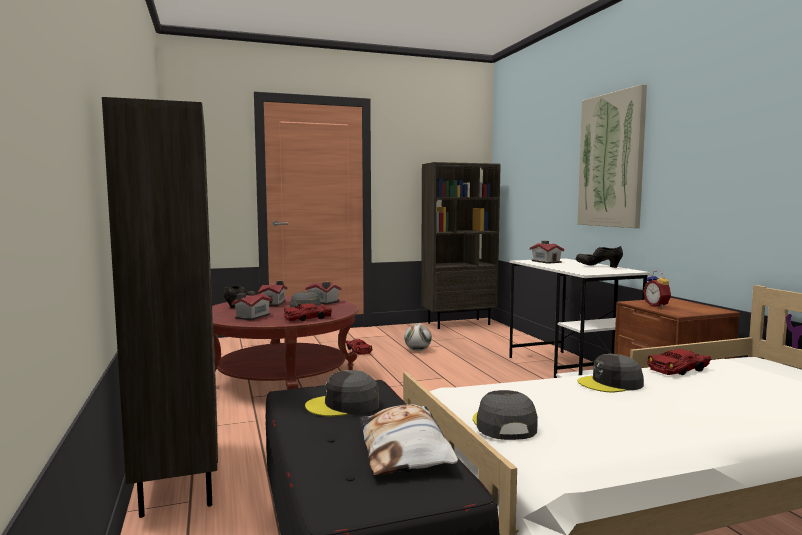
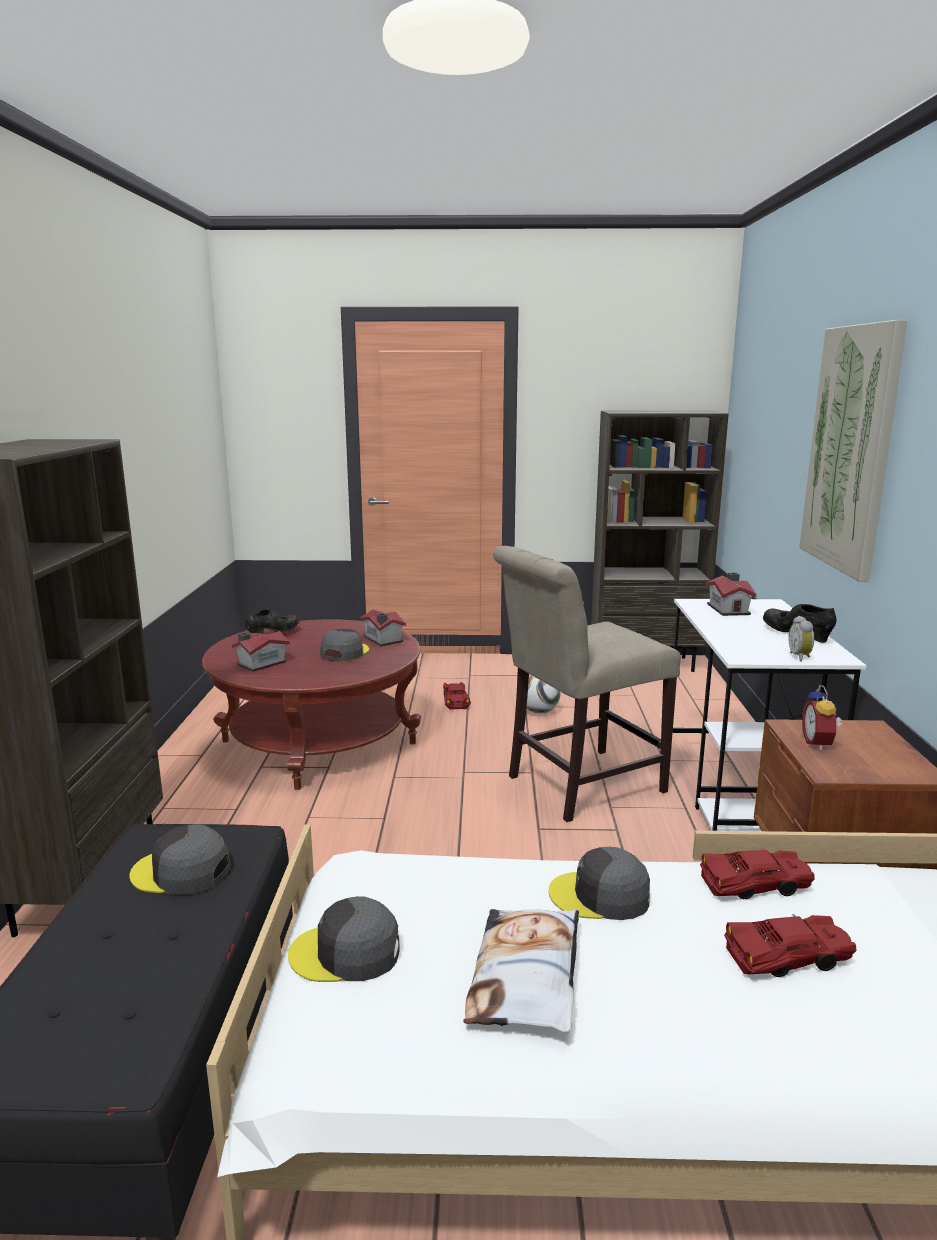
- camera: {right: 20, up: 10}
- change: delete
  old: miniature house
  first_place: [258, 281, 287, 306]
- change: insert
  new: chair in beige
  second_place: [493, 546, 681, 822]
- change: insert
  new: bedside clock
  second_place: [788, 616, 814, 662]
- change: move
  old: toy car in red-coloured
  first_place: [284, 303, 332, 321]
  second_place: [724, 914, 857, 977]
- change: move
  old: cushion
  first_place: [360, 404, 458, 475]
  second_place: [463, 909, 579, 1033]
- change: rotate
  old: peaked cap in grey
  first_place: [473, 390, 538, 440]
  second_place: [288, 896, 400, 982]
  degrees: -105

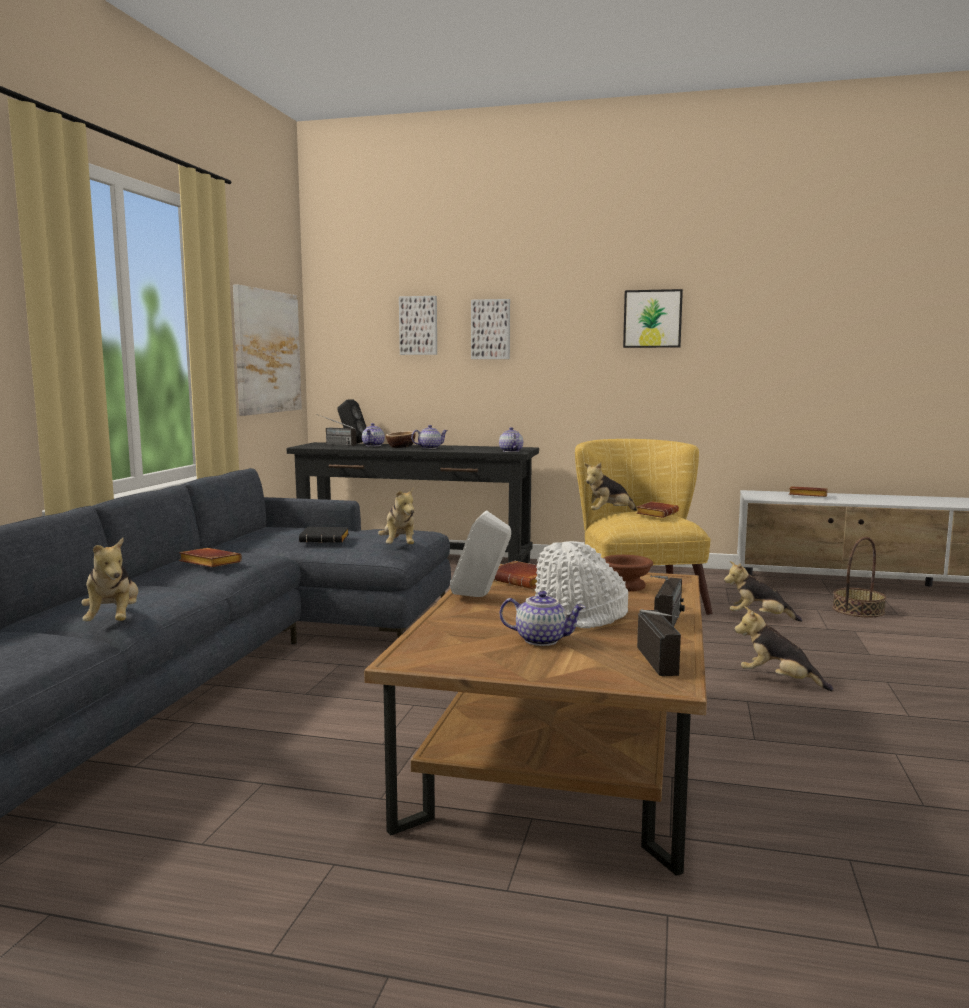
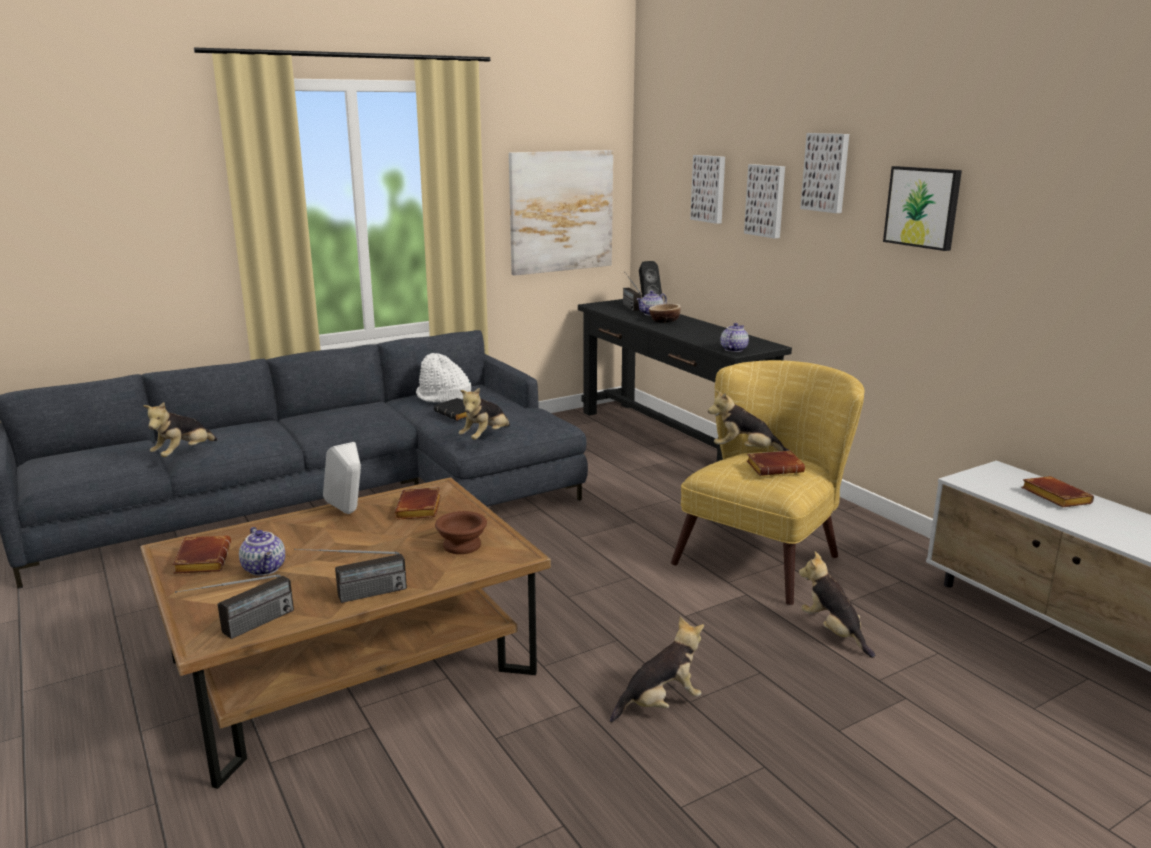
- camera: {right: 45, up: 10}
- change: delete
  old: tea pot
  first_place: [411, 425, 448, 449]
- change: delete
  old: basket
  first_place: [832, 537, 886, 618]
- change: insert
  new: picture
  second_place: [800, 133, 849, 213]
- change: move
  old: bound book in brownish
  first_place: [179, 548, 242, 567]
  second_place: [173, 536, 231, 574]
- change: move
  old: wearable hat in white
  first_place: [535, 541, 628, 628]
  second_place: [416, 353, 471, 403]
- change: rotate
  old: plush toy
  first_place: [734, 607, 834, 691]
  second_place: [610, 617, 704, 723]
  degrees: 75

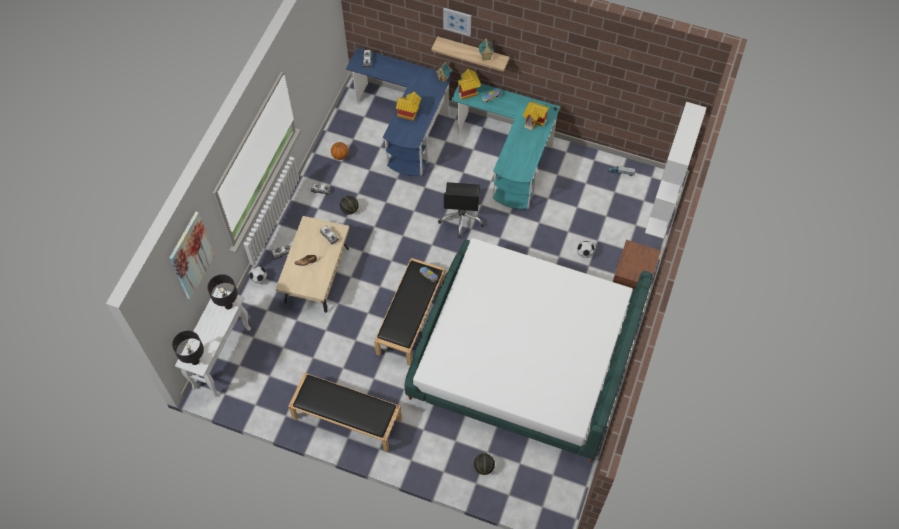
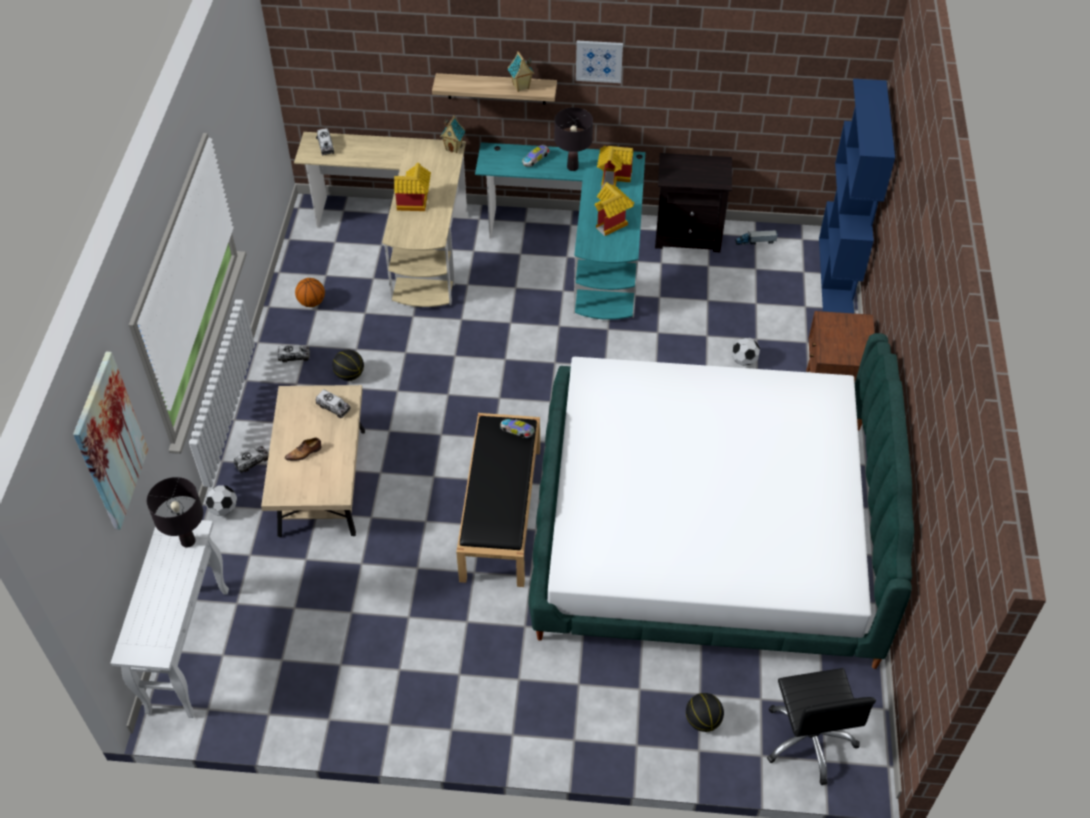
- camera: {right: -15, up: -10}
- change: delete
  old: indoor bench in blackish
  first_place: [288, 373, 402, 453]
- change: insert
  new: bedside table in blackish
  second_place: [655, 153, 732, 252]
- change: move
  old: table lamp in blackish
  first_place: [172, 331, 204, 365]
  second_place: [554, 107, 593, 171]
- change: move
  old: computer chair in blackish
  first_place: [438, 182, 485, 238]
  second_place: [767, 668, 876, 785]
- change: move
  old: picture
  first_place: [443, 8, 471, 36]
  second_place: [576, 41, 623, 83]
- change: move
  old: miniature house
  first_place: [458, 69, 481, 100]
  second_place: [595, 182, 634, 236]
- change: recolor
  old: desk unit in bluish
  new: desk unit in beige
  first_place: [346, 47, 453, 176]
  second_place: [294, 132, 467, 307]
- change: recolor
  old: shelving unit in white
  new: shelving unit in bluish
  first_place: [645, 102, 707, 239]
  second_place: [819, 79, 895, 313]

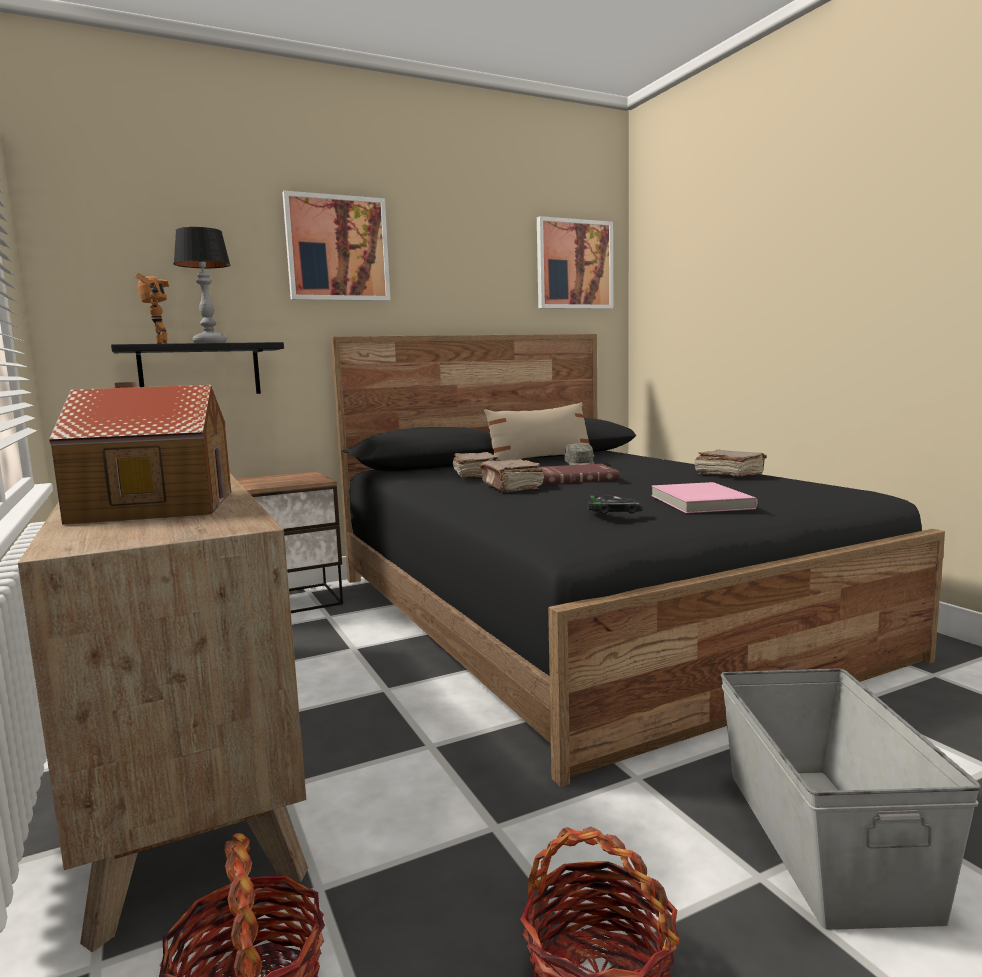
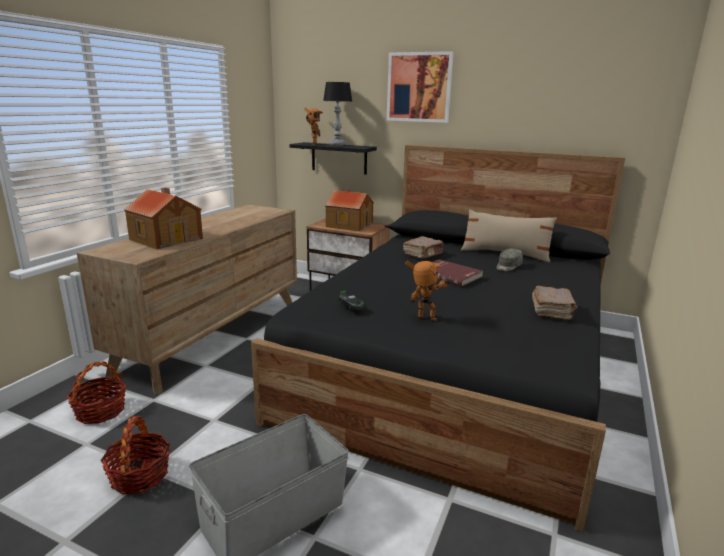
- camera: {right: 50, up: 10}
- change: delete
  old: bound book in brownish
  first_place: [480, 459, 544, 492]
- change: delete
  old: picture
  first_place: [537, 216, 613, 309]
- change: insert
  new: miniature house
  second_place: [325, 189, 374, 231]
- change: replace
  old: bound book in pink-coloured
  new: robot figure
  first_place: [651, 482, 758, 513]
  second_place: [405, 260, 453, 321]

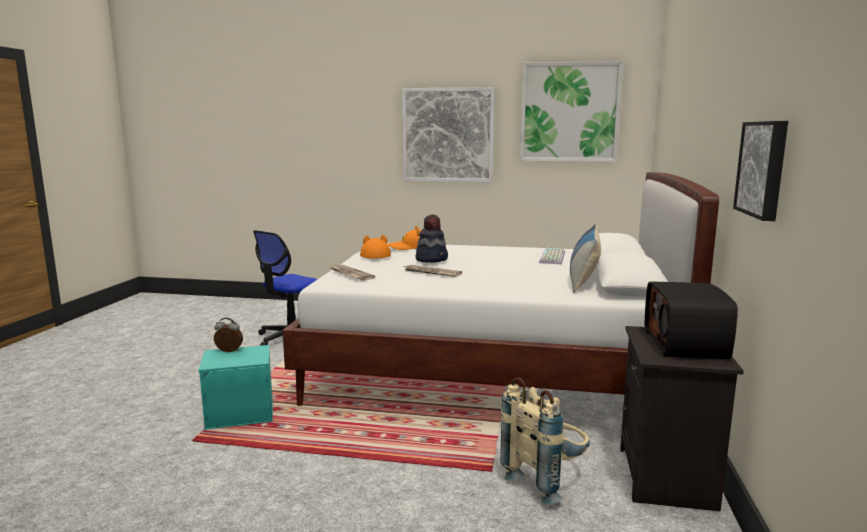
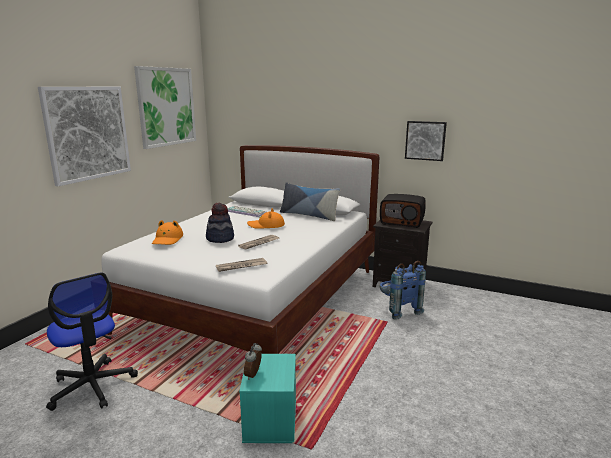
- camera: {right: -75, up: 5}
- change: move
  old: wearable hat in orange-coloured
  first_place: [360, 235, 391, 259]
  second_place: [247, 208, 285, 229]
- change: recolor
  old: knapsack in beige
  new: knapsack in bluish
  first_place: [500, 377, 590, 505]
  second_place: [379, 261, 426, 320]

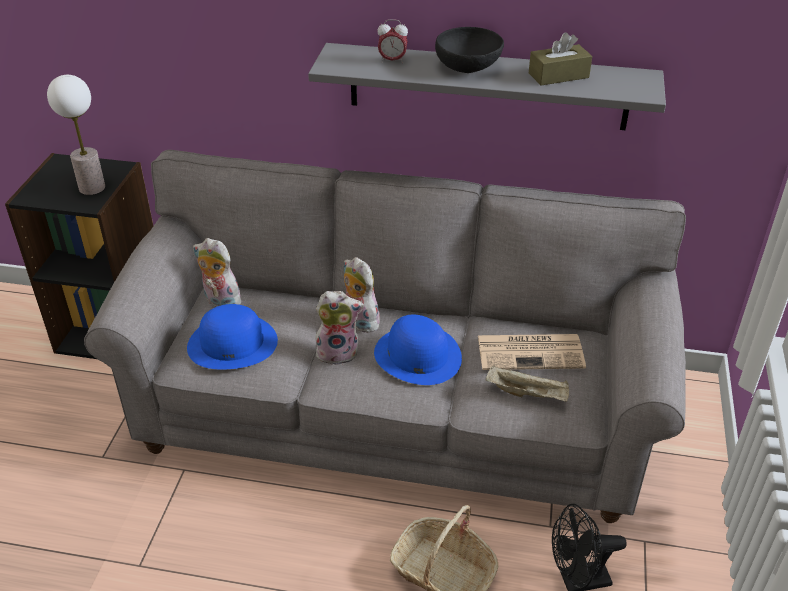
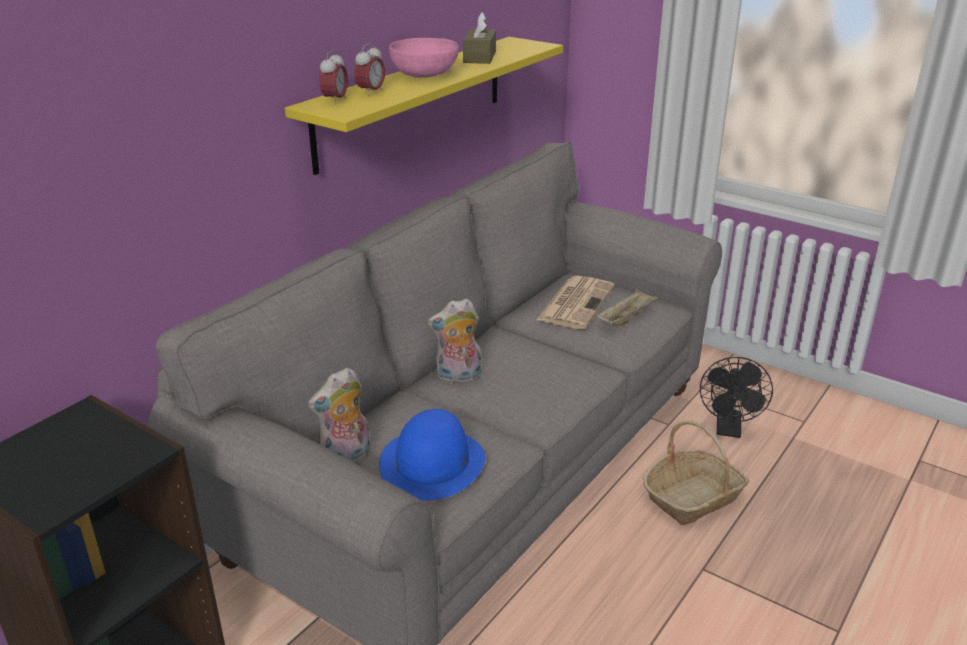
- camera: {right: -65, up: -10}
- change: delete
  old: table lamp
  first_place: [47, 75, 105, 195]
- change: delete
  old: plush toy
  first_place: [315, 291, 364, 365]
- change: delete
  old: wearable hat in bluish
  first_place: [374, 315, 462, 385]
- change: insert
  new: bedside clock
  second_place: [319, 50, 348, 105]
- change: recolor
  old: wall shelf in grey
  new: wall shelf in yellow-coloured
  first_place: [308, 43, 666, 130]
  second_place: [285, 37, 563, 175]
- change: recolor
  old: serving bowl in blackish
  new: serving bowl in pink-coloured
  first_place: [435, 27, 504, 73]
  second_place: [389, 38, 458, 78]

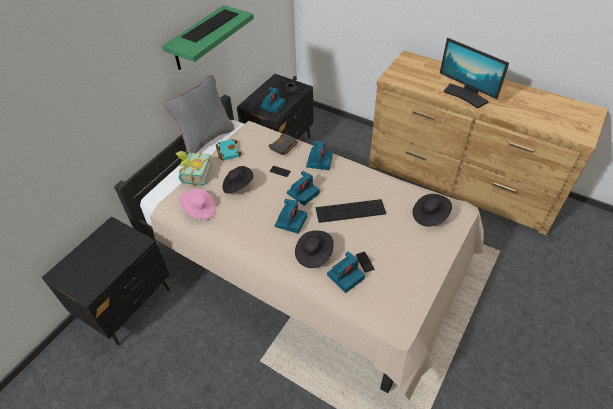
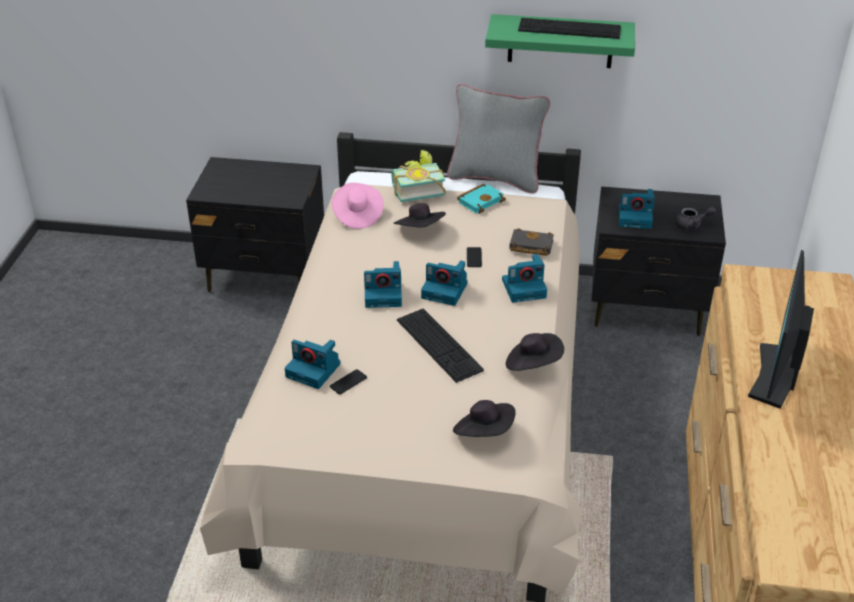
- camera: {right: 65, up: -10}
- change: move
  old: wearable hat in blackish
  first_place: [295, 231, 334, 268]
  second_place: [506, 333, 564, 371]

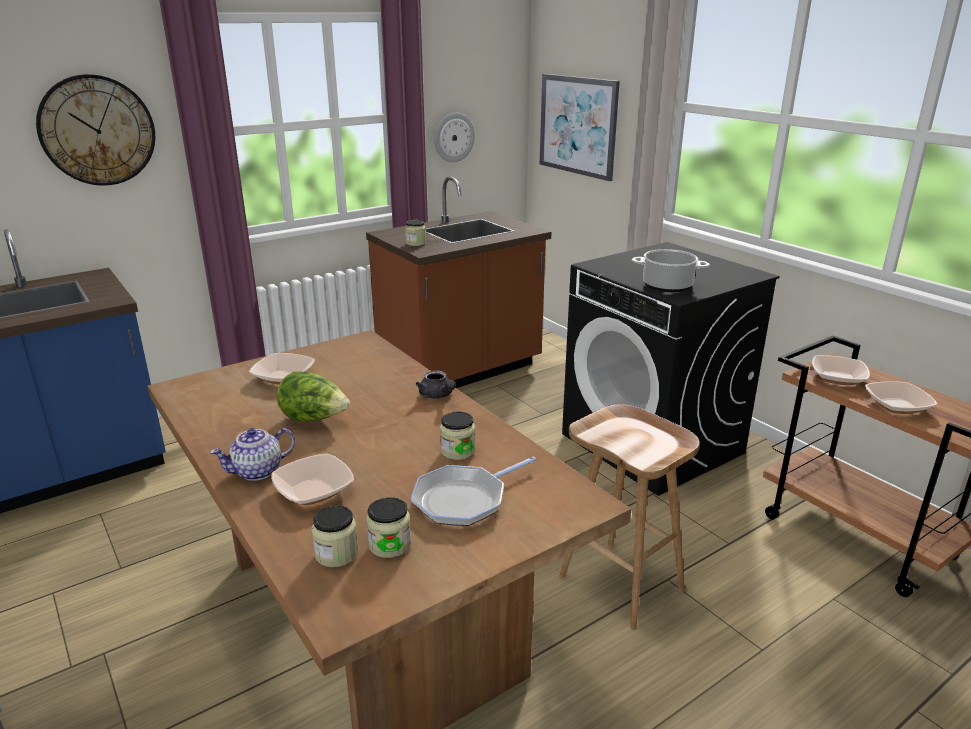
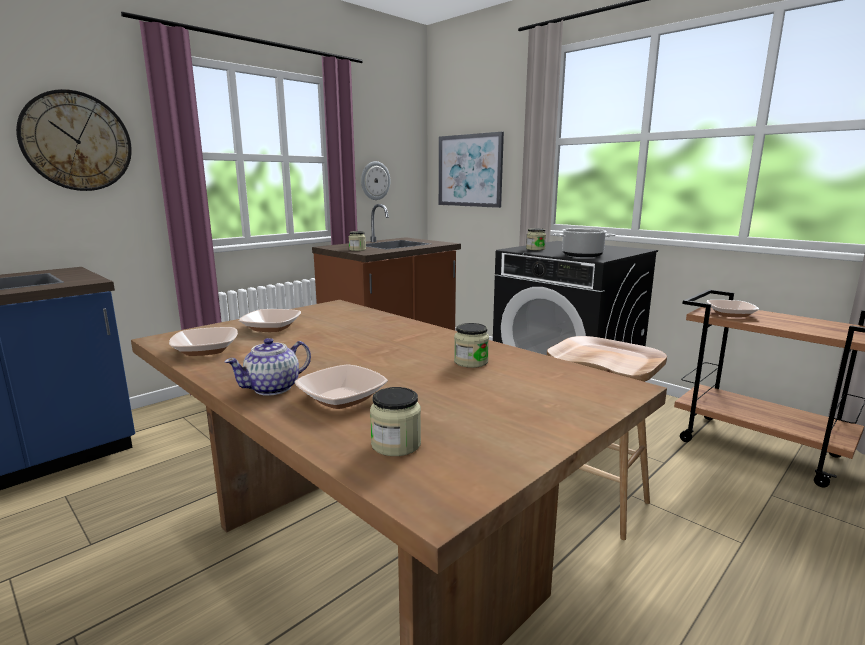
- camera: {right: -10, up: -10}
- change: delete
  old: lettuce
  first_place: [277, 372, 350, 422]
- change: delete
  old: skillet
  first_place: [411, 457, 536, 526]
- change: delete
  old: tea pot in grey
  first_place: [416, 371, 456, 399]
- change: move
  old: jar
  first_place: [366, 497, 411, 558]
  second_place: [526, 228, 546, 250]
- change: move
  old: serving bowl
  first_place: [865, 381, 937, 414]
  second_place: [169, 327, 238, 356]

